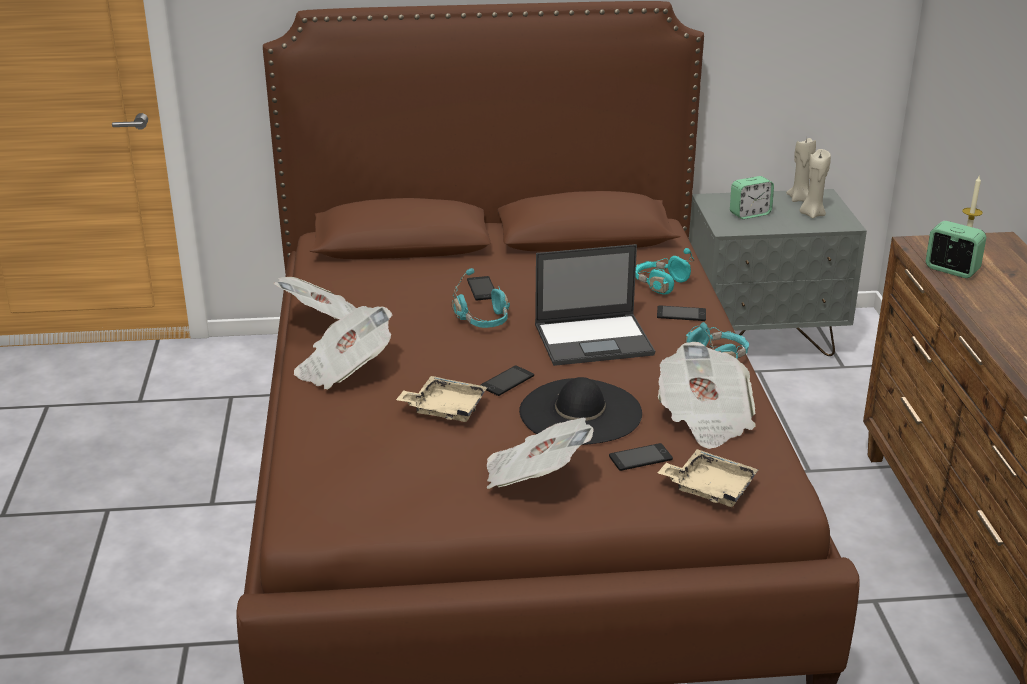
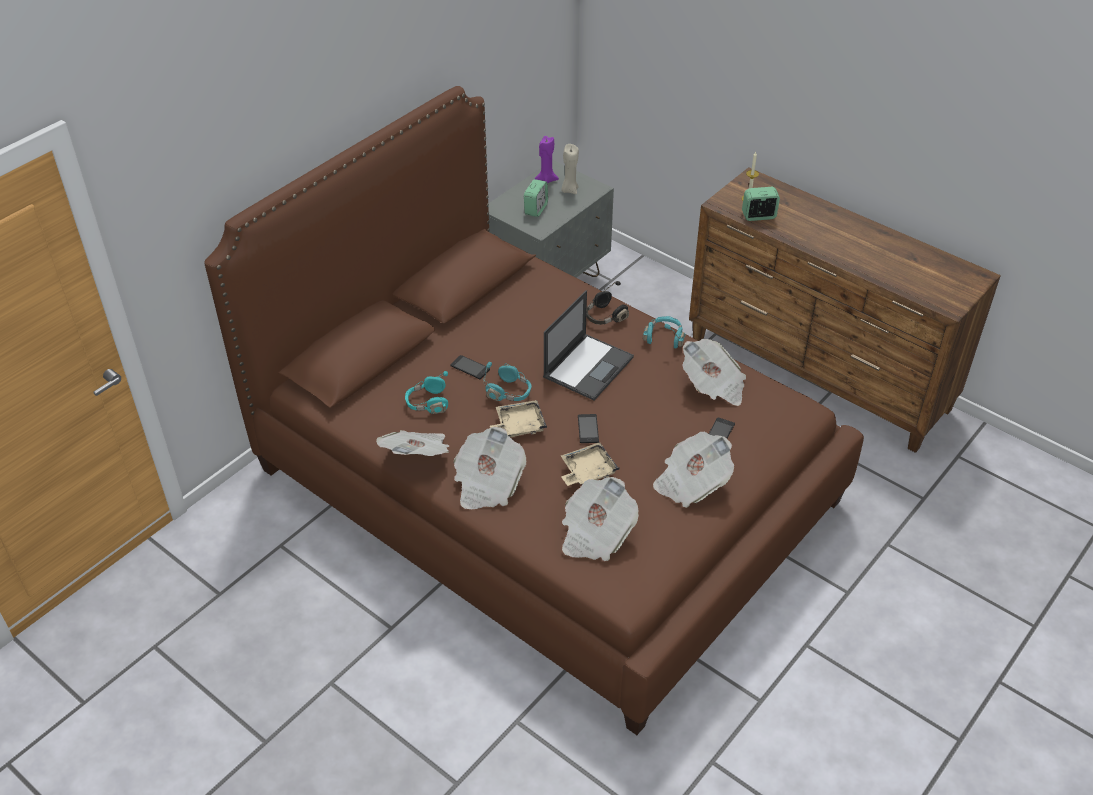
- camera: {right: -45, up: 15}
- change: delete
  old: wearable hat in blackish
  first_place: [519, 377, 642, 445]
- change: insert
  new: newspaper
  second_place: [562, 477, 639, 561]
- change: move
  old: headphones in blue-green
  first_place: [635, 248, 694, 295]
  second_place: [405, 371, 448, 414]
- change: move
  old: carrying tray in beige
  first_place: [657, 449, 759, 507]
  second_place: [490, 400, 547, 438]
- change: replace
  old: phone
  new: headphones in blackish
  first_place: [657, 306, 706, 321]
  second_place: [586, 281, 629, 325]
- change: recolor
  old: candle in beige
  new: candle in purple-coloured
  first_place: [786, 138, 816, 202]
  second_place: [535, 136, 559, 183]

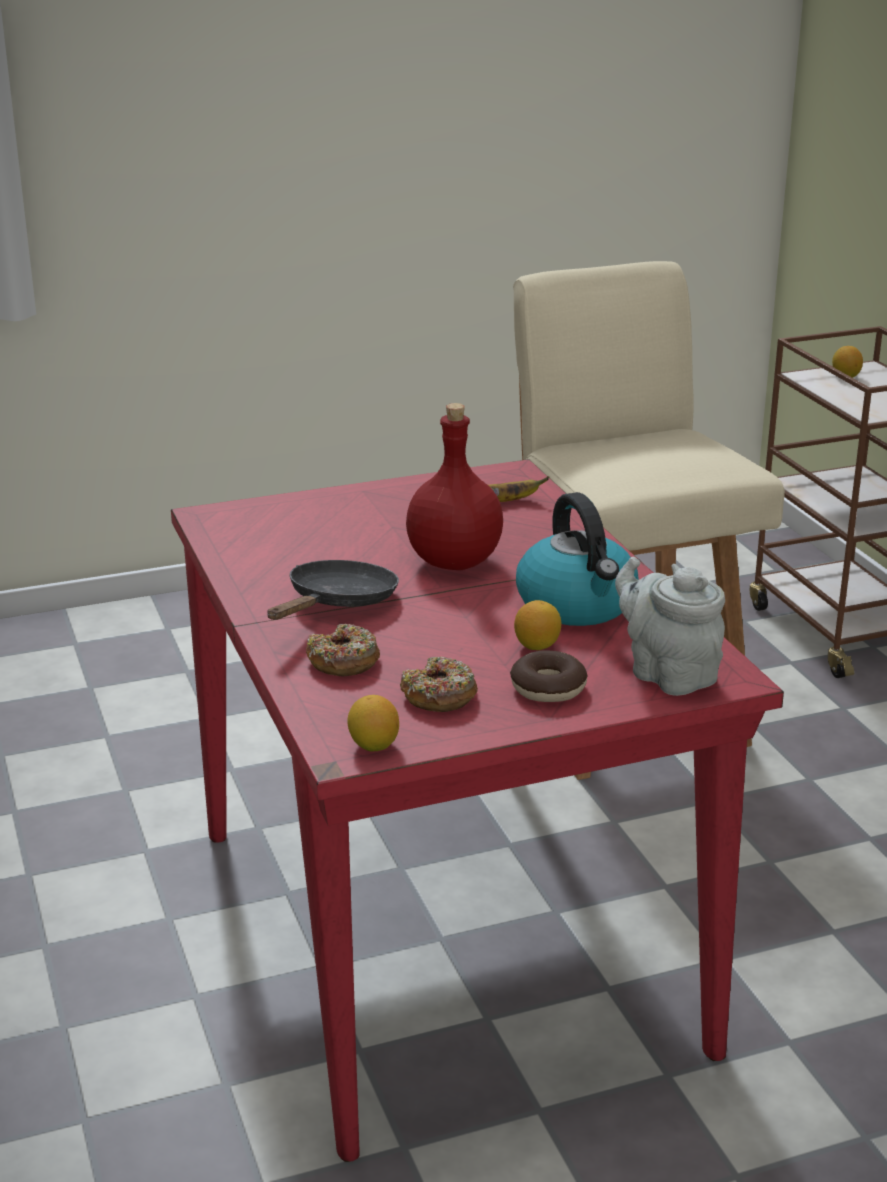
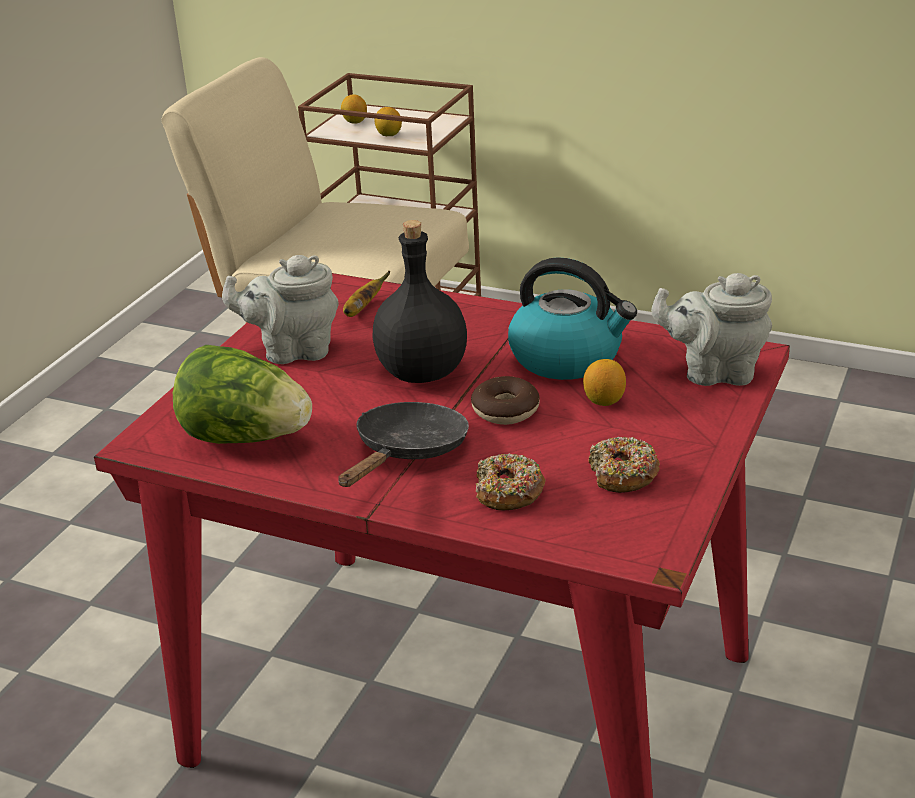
- camera: {right: -45, up: 5}
- change: insert
  new: lettuce
  second_place: [173, 345, 312, 444]
- change: insert
  new: tea pot in grey
  second_place: [222, 255, 339, 364]
- change: move
  old: lemon
  first_place: [348, 695, 399, 752]
  second_place: [375, 107, 402, 136]
- change: move
  old: ring doughnut
  first_place: [510, 650, 587, 702]
  second_place: [471, 376, 540, 425]
- change: recolor
  old: beverage bottle in red-coloured
  new: beverage bottle in blackish
  first_place: [406, 403, 503, 570]
  second_place: [372, 220, 467, 383]
- change: rotate
  old: skillet in blackish
  first_place: [267, 560, 399, 620]
  second_place: [339, 402, 469, 487]
  degrees: 45

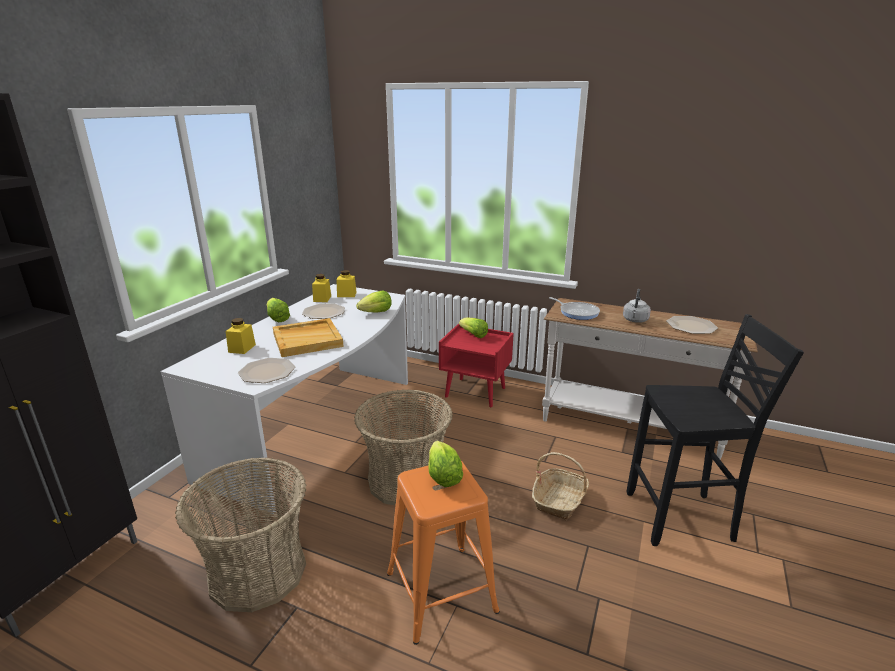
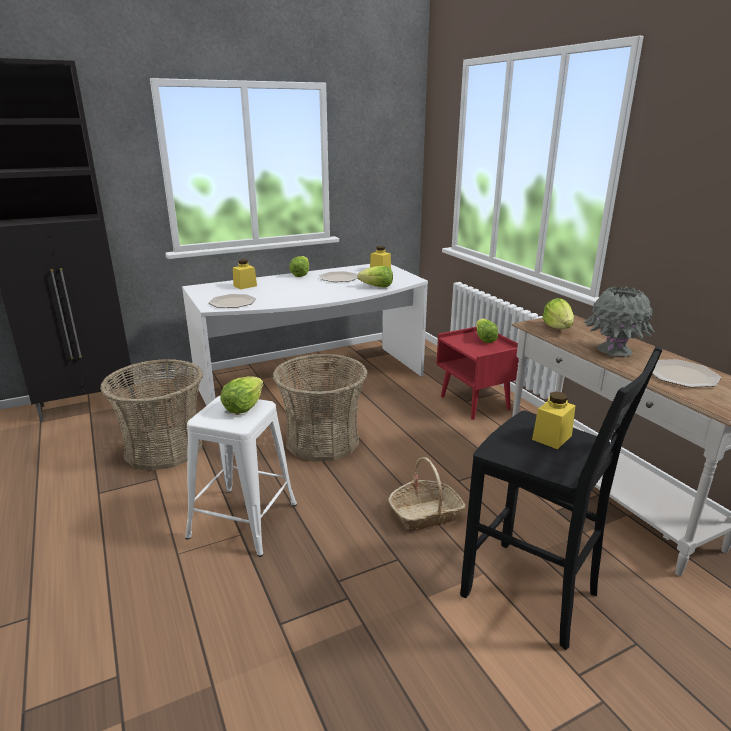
- camera: {right: 40, up: 0}
- change: delete
  old: carrying tray in beige
  first_place: [273, 318, 344, 357]
- change: move
  old: jar in yellow-coloured
  first_place: [312, 274, 331, 302]
  second_place: [532, 392, 576, 449]
- change: replace
  old: skillet
  new: lettuce
  first_place: [549, 297, 600, 320]
  second_place: [542, 298, 574, 329]
- change: replace
  old: water kettle in grey
  new: vase in grey
  first_place: [623, 289, 651, 323]
  second_place: [583, 286, 655, 357]
- change: recolor
  old: sitting stool in orange-coloured
  new: sitting stool in white
  first_place: [387, 461, 500, 645]
  second_place: [185, 395, 297, 557]

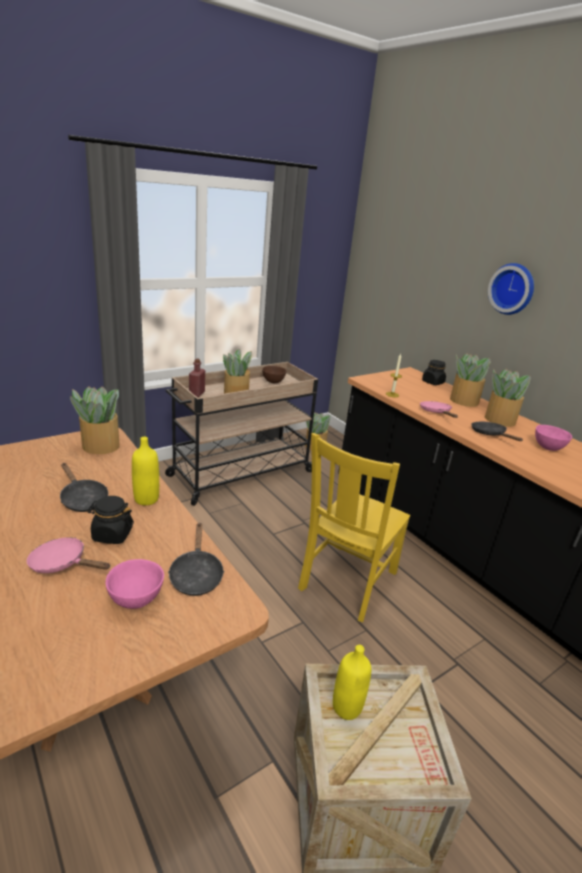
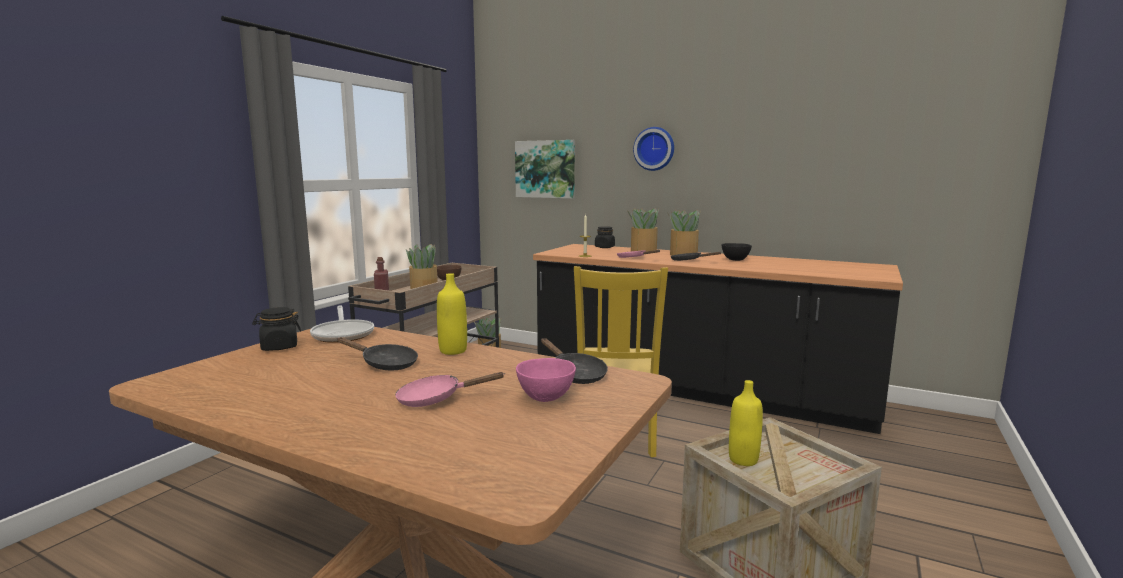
- camera: {right: -25, up: -15}
- change: insert
  new: picture
  second_place: [515, 140, 575, 199]
- change: move
  old: jar in blackish
  first_place: [87, 496, 134, 544]
  second_place: [252, 307, 301, 351]
- change: replace
  old: plant in a pot
  new: skillet
  first_place: [70, 386, 120, 454]
  second_place: [310, 305, 374, 343]
- change: recolor
  old: serving bowl in pink-coloured
  new: serving bowl in blackish
  first_place: [535, 425, 572, 451]
  second_place: [721, 243, 752, 261]

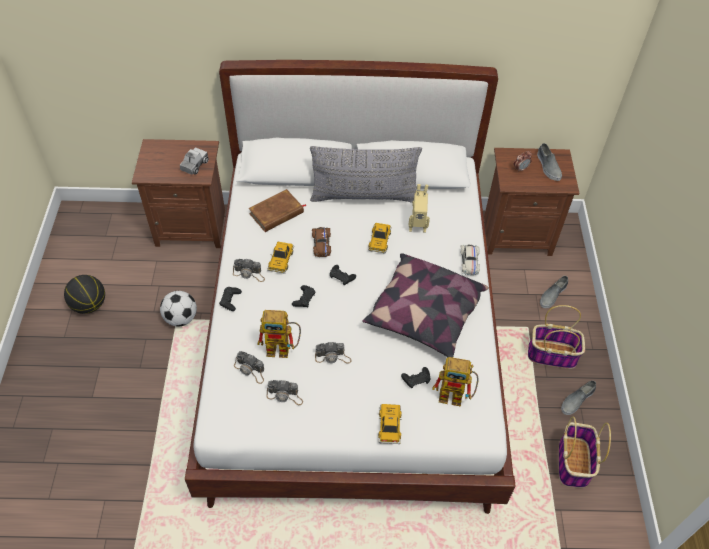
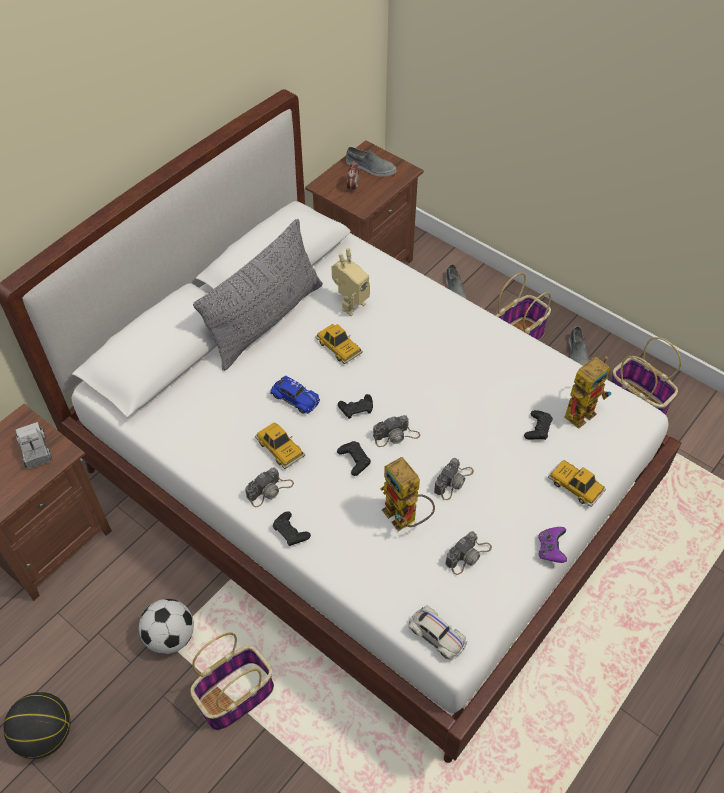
- camera: {right: -50, up: 0}
- change: delete
  old: bound book in brownish
  first_place: [249, 189, 307, 232]
- change: delete
  old: cushion
  first_place: [362, 253, 489, 358]
- change: insert
  new: basket
  second_place: [191, 632, 274, 731]
- change: insert
  new: gamepad in purple-coloured
  second_place: [538, 527, 567, 563]
- change: move
  old: still camera
  first_place: [234, 351, 265, 384]
  second_place: [373, 415, 420, 447]
- change: move
  old: toy car in white
  first_place: [460, 244, 480, 275]
  second_place: [408, 605, 467, 661]
- change: recolor
  old: toy car in brownish
  new: toy car in bluish
  first_place: [312, 227, 331, 257]
  second_place: [270, 376, 320, 414]
- change: rotate
  old: robot figure
  first_place: [257, 310, 301, 358]
  second_place: [380, 457, 435, 531]
  degrees: 105

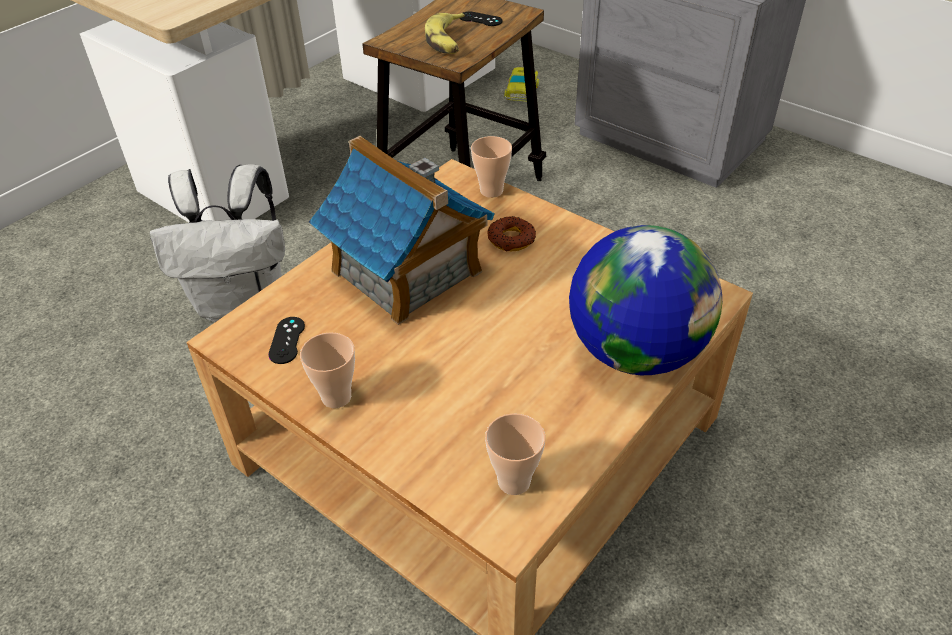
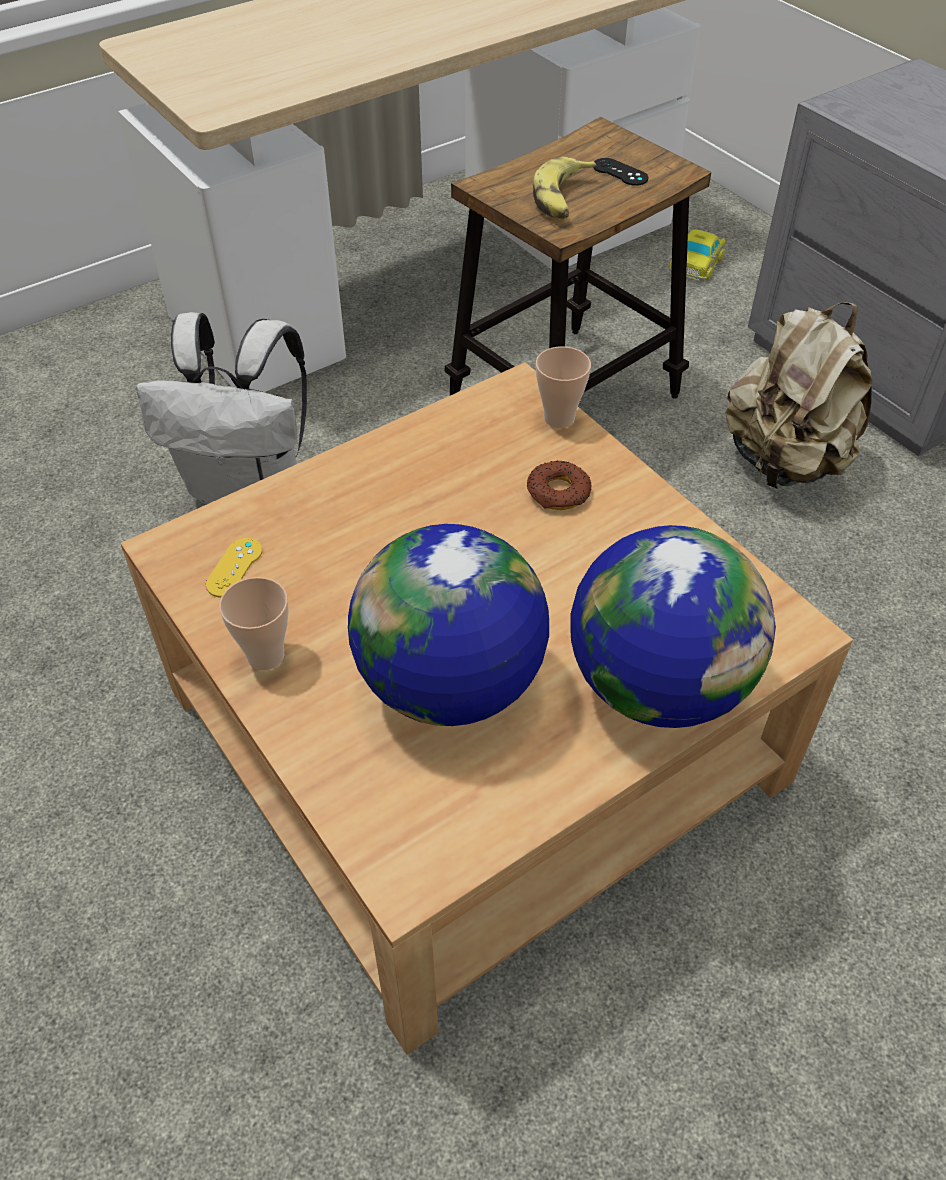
- camera: {right: 15, up: 5}
- change: delete
  old: miniature house
  first_place: [309, 136, 495, 325]
- change: delete
  old: cup
  first_place: [485, 413, 545, 495]
- change: insert
  new: world globe
  second_place: [348, 524, 549, 726]
- change: insert
  new: knapsack in beige
  second_place: [725, 302, 872, 489]
- change: recolor
  old: gamepad in blackish
  new: gamepad in yellow-coloured
  first_place: [268, 317, 305, 364]
  second_place: [206, 538, 262, 598]

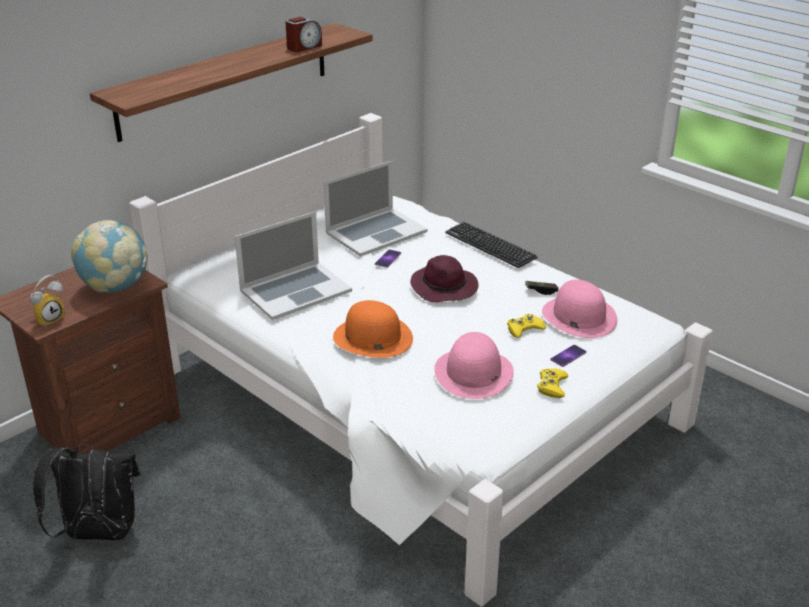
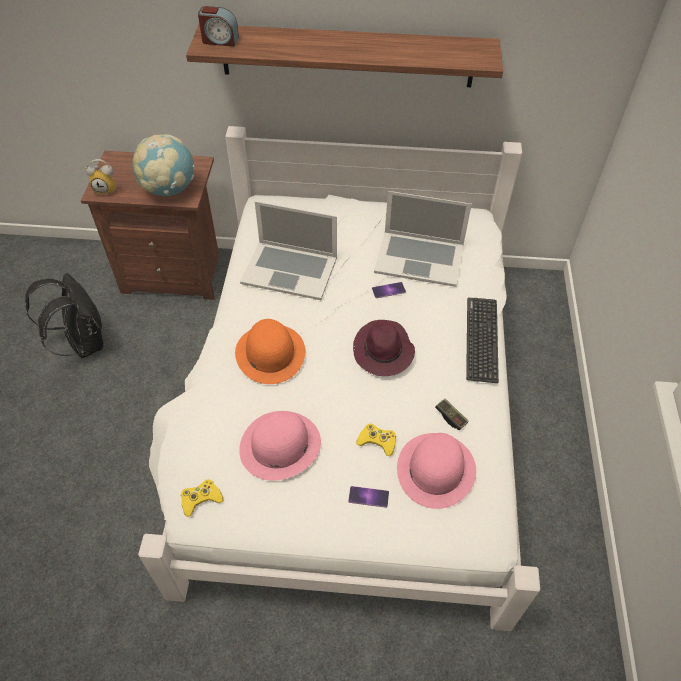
- camera: {right: 50, up: 20}
- change: move
  old: bedside clock
  first_place: [285, 17, 322, 52]
  second_place: [198, 6, 239, 47]
- change: move
  old: gamepad in yellow-coloured
  first_place: [537, 368, 568, 398]
  second_place: [181, 479, 223, 517]

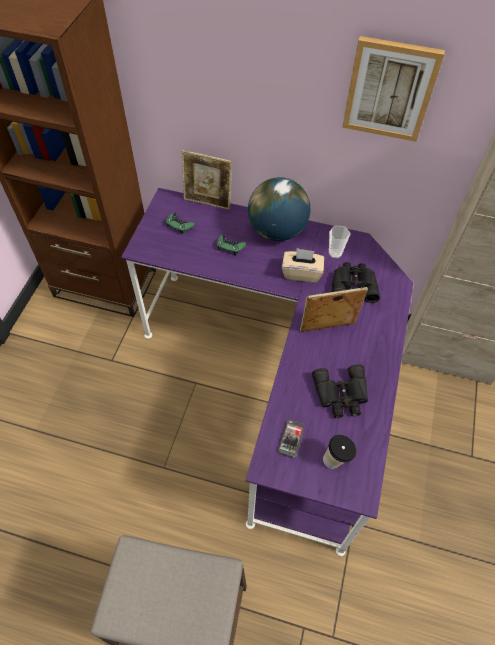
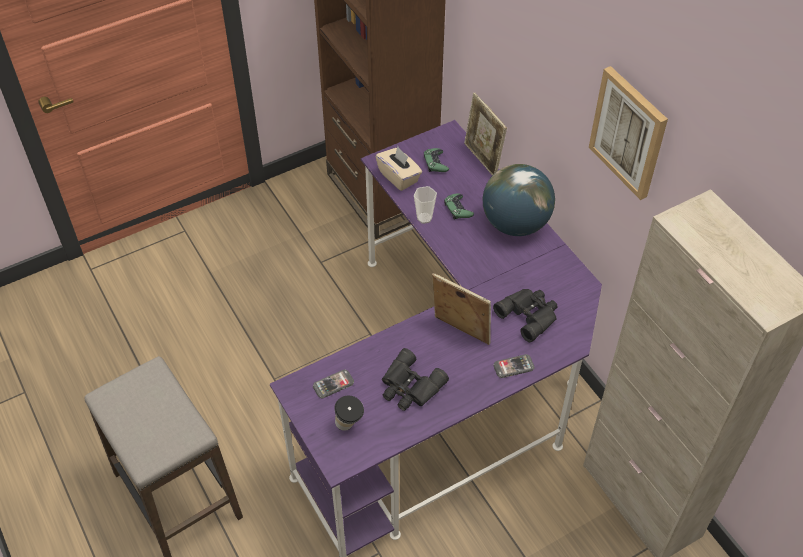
- camera: {right: 45, up: -5}
- change: insert
  new: phone
  second_place: [493, 354, 535, 378]
- change: move
  old: tissue holder in beige
  first_place: [282, 248, 324, 283]
  second_place: [376, 146, 422, 191]
- change: move
  old: cup
  first_place: [329, 226, 350, 258]
  second_place: [414, 186, 437, 224]

